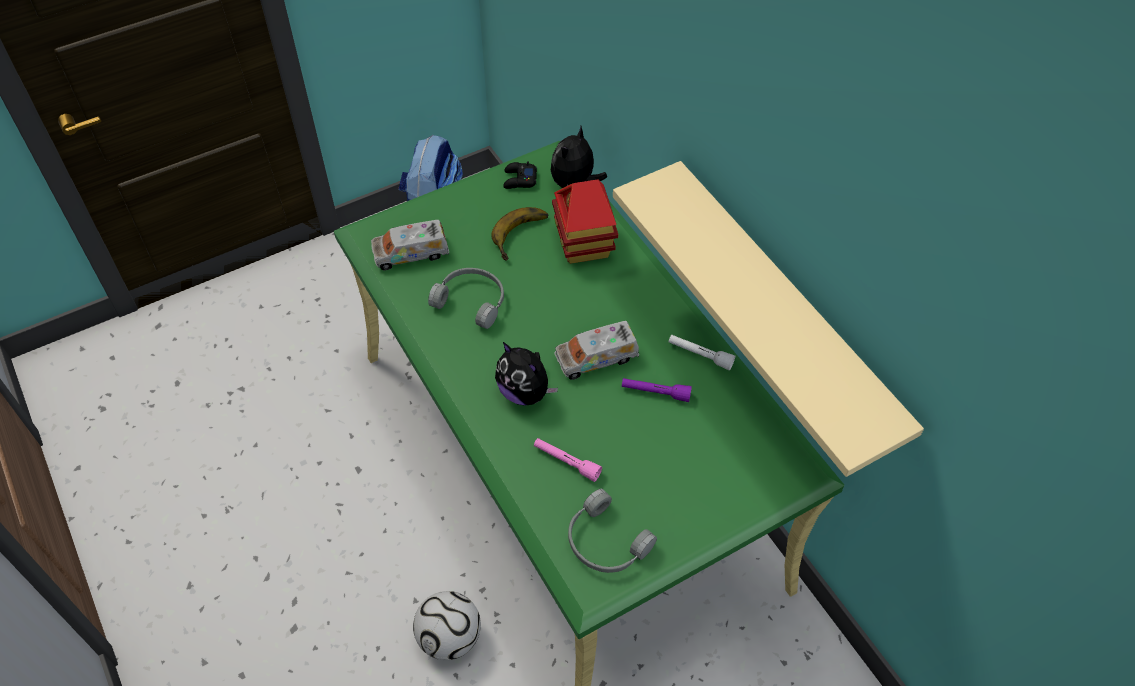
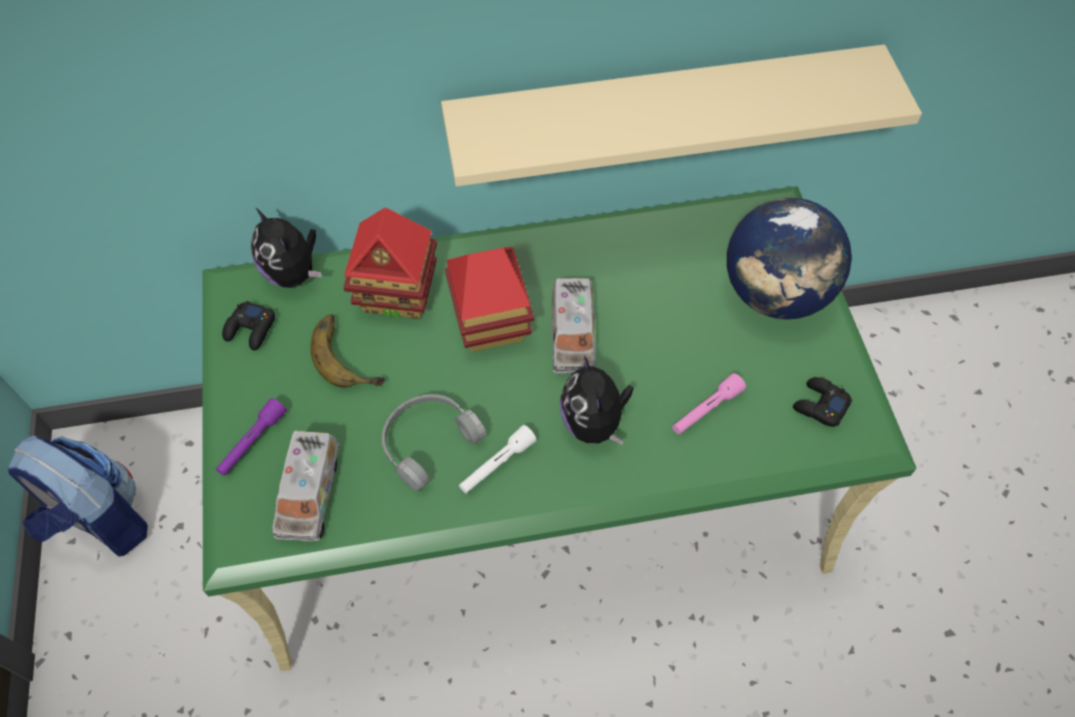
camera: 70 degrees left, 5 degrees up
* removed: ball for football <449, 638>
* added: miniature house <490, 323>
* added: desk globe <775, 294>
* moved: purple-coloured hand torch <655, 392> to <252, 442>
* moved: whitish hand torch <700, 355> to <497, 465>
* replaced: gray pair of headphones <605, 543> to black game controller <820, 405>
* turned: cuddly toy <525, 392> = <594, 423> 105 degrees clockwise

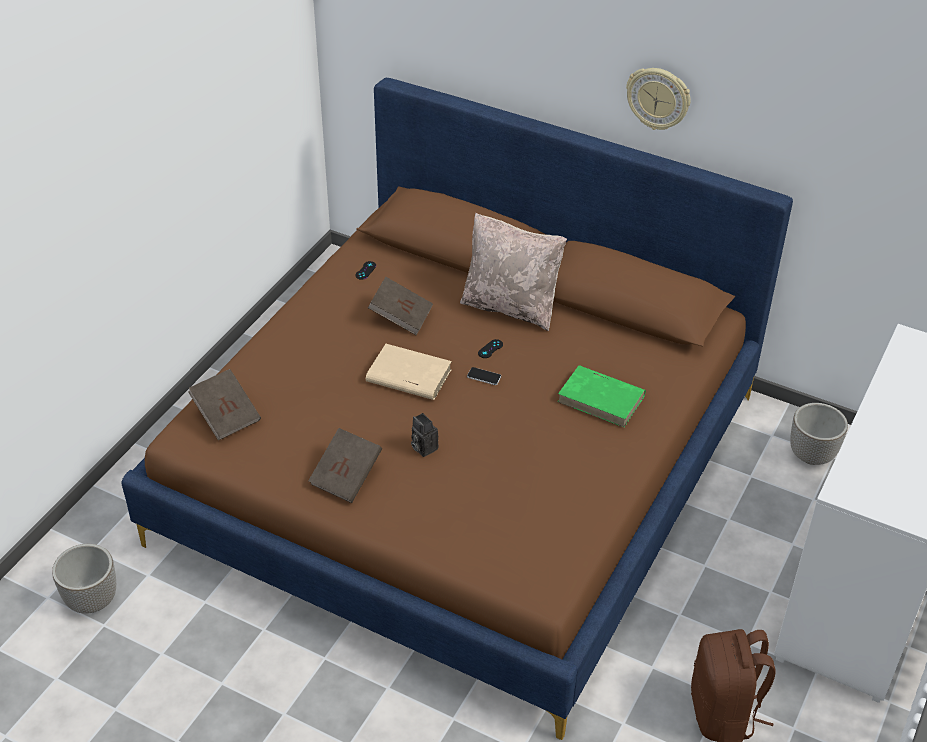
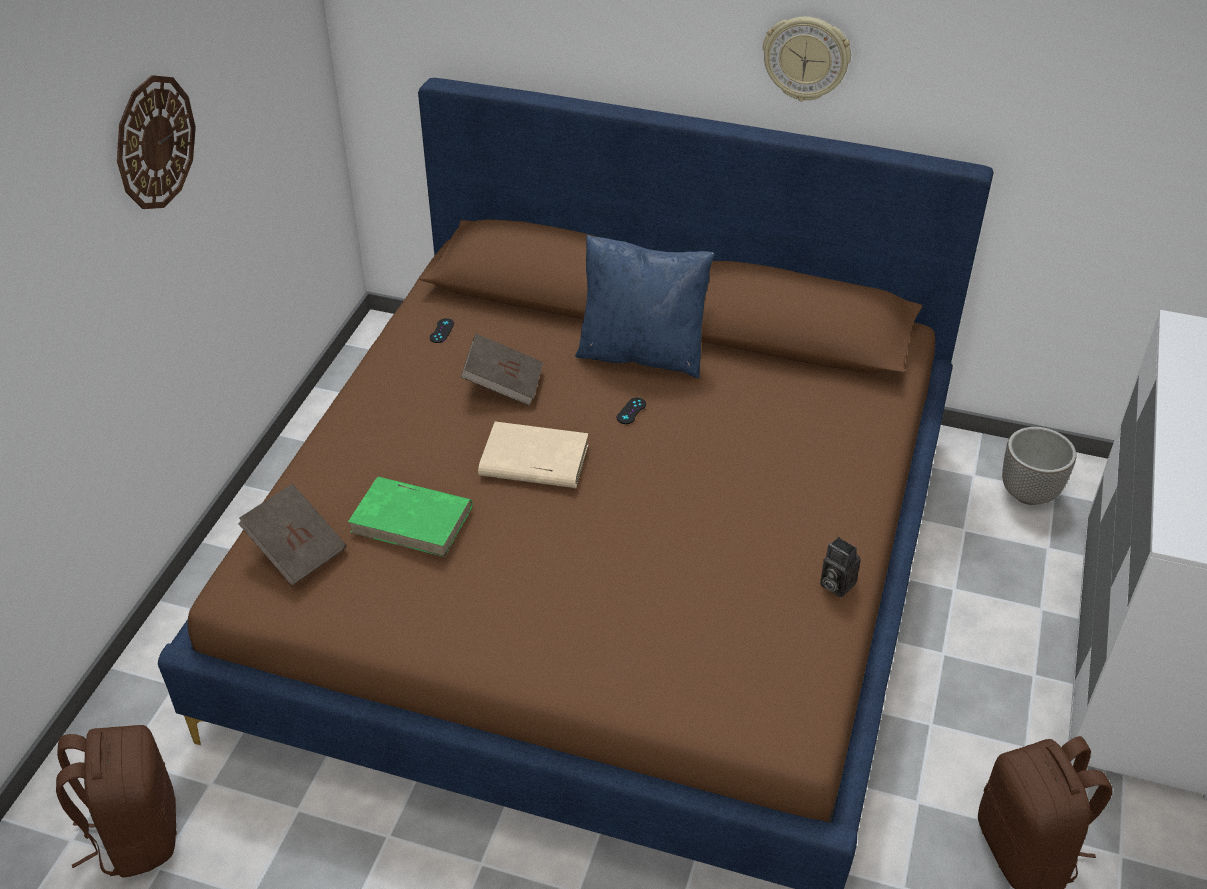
camera: 10 degrees left, 0 degrees up
* removed: brown-coloured bound book <346, 477>
* removed: telephone <484, 376>
* added: hanging clock <155, 142>
* moved: photo camera <423, 447> to <835, 584>
* moved: green-coloured bound book <602, 399> to <413, 520>
* replaced: flower pot <91, 600> to brown-coloured knapsack <136, 833>
* recoloured: sand-coloured throw pillow <511, 306> to blue throw pillow <642, 353>

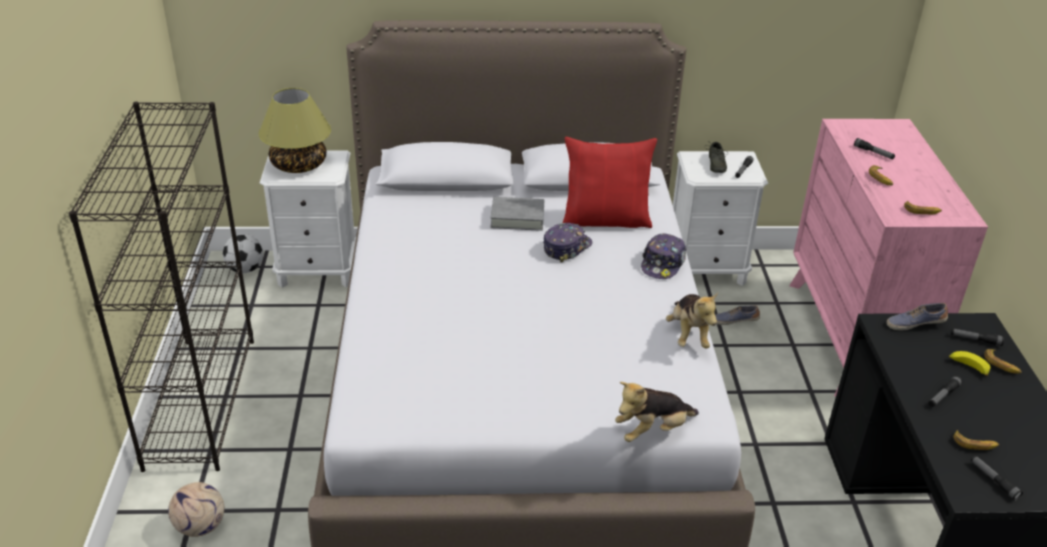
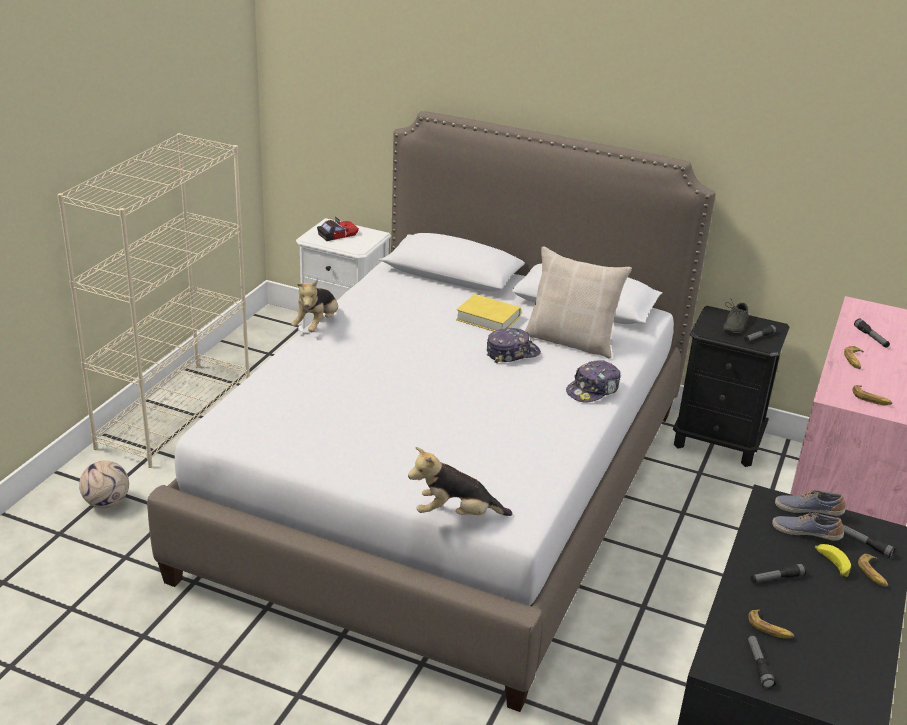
camera: 25 degrees right, 5 degrees down
* removed: ball for football <245, 269>
* moved: cuddly toy <688, 334> to <317, 325>
* moved: item of footwear <735, 321> to <806, 533>
* replaced: table lamp <298, 165> to model car <337, 234>
* recoloured: black bookcase <200, 400> to sand-coloured bookcase <175, 412>
* recoloured: gray bound book <517, 218> to yellow-coloured bound book <488, 318>
* recoloured: red throw pillow <606, 219> to sand-coloured throw pillow <571, 341>
* recoloured: whitish night table <706, 270> to black night table <717, 442>

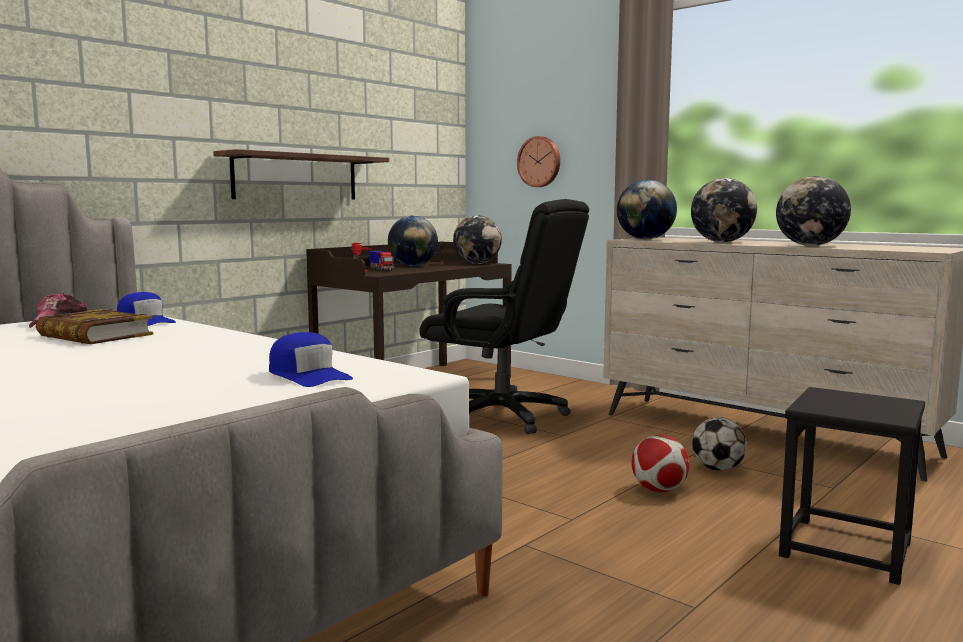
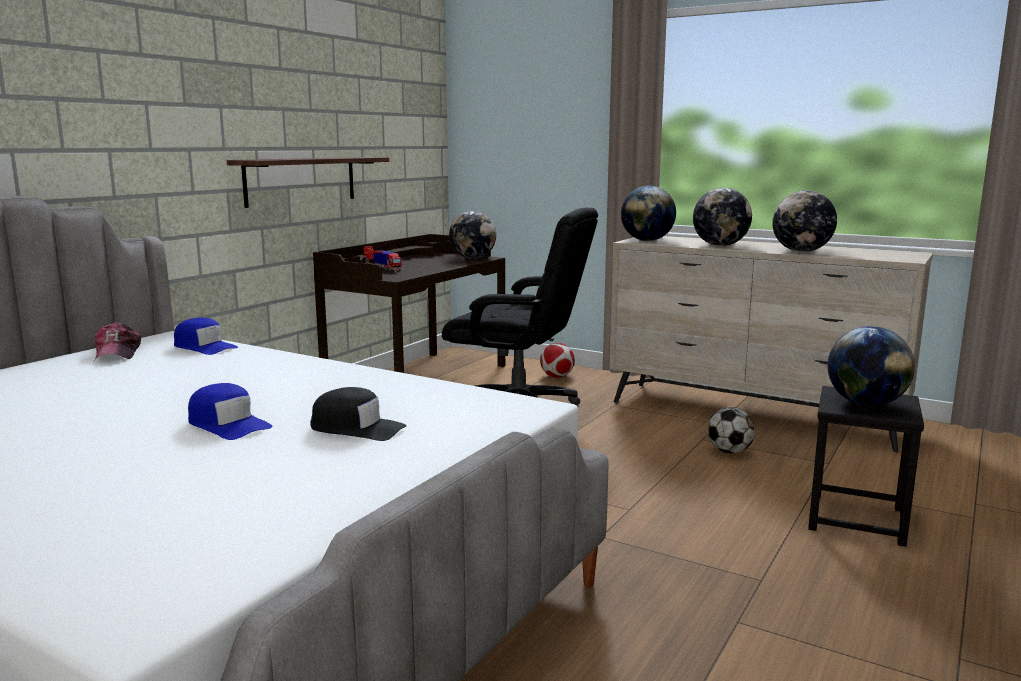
camera: 10 degrees left, 5 degrees up
* removed: bound book <94, 335>
* removed: hanging clock <540, 162>
* added: black baseball cap <357, 428>
* moved: blue baseball cap <308, 375> to <228, 424>
* moved: desk globe <413, 266> to <866, 404>
* moved: ball for football <659, 490> to <557, 376>

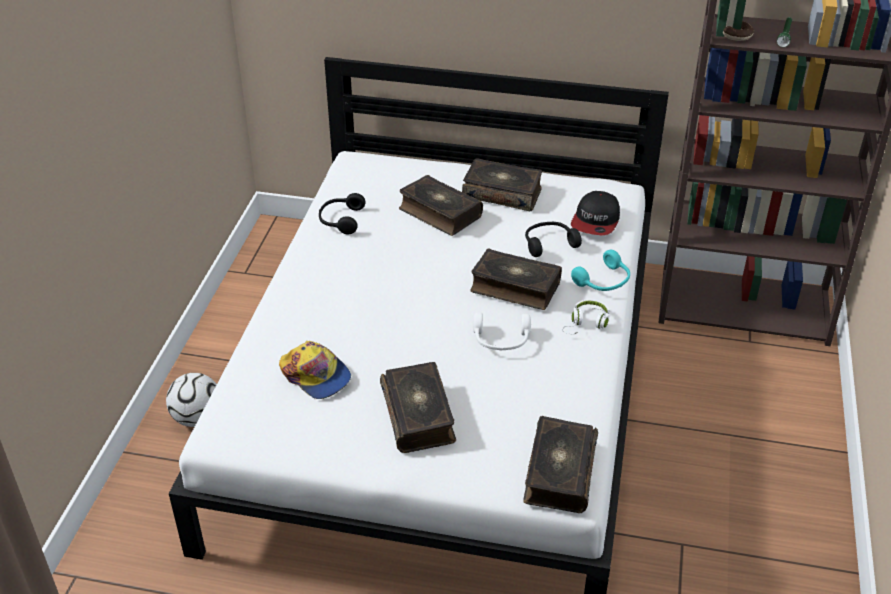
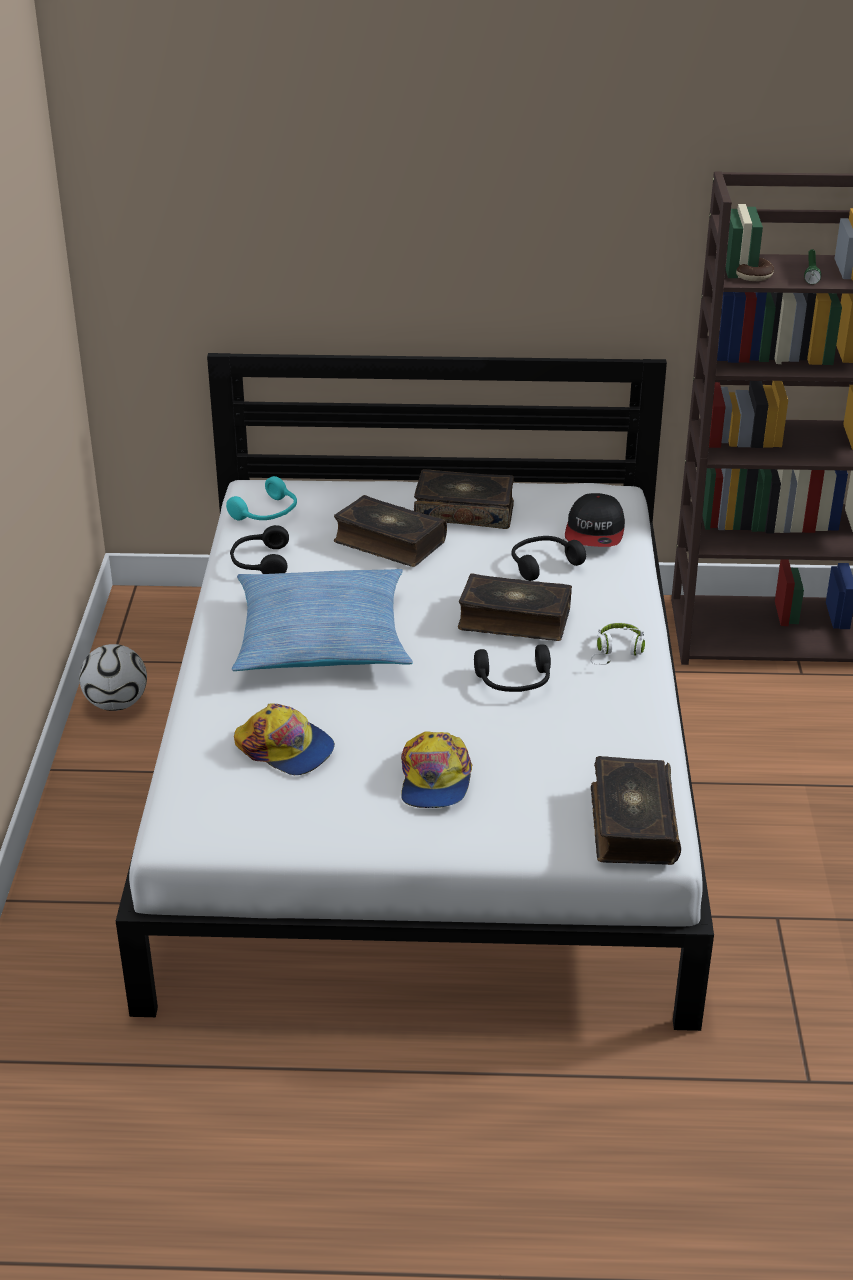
camera: 10 degrees left, 5 degrees down
* added: throw pillow <321, 639>
* moved: ball for football <197, 418> to <117, 704>
* moved: turquoise pair of headphones <604, 282> to <267, 513>
* replaced: bound book <419, 415> to baseball cap <435, 780>
* recoloured: whitish pair of headphones <501, 340> to black pair of headphones <514, 682>

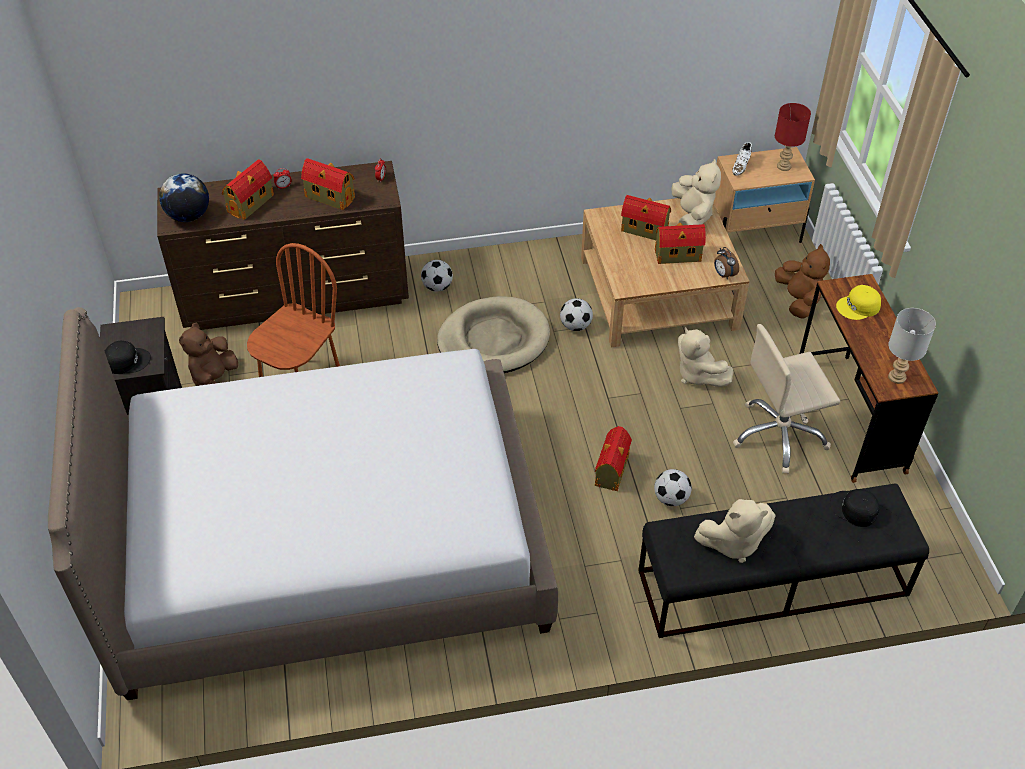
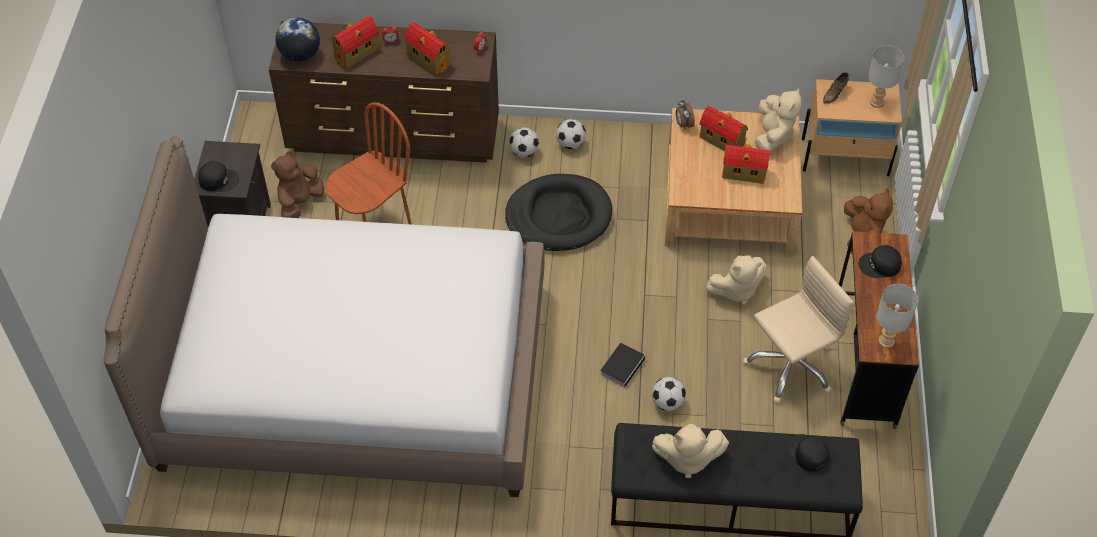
camera: 15 degrees right, 5 degrees up
* moved: ball for football <575, 326> to <570, 144>
* moved: bedside clock <723, 275> to <683, 124>
* replaced: miniature house <611, 471> to bound book <622, 365>
* recoloured: sand-coloured dog cushion <493, 340> to black dog cushion <558, 216>
* recoloured: whitish item of footwear <741, 166> to brown-coloured item of footwear <835, 94>
* recoloured: red table lamp <784, 167> to gray table lamp <876, 103>
* recoloured: yellow-coloured baseball cap <858, 307> to black baseball cap <880, 265>
* turned: sand-coloured cuddly toy <697, 374> = <736, 290> 90 degrees counterclockwise
* turned: sand-coloured office chair <779, 436> = <790, 366> 150 degrees clockwise

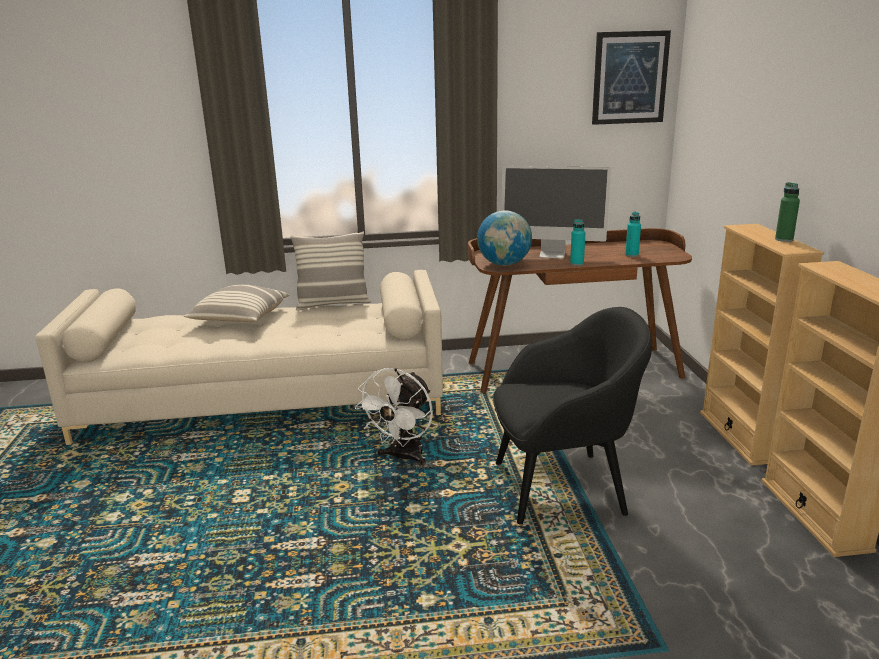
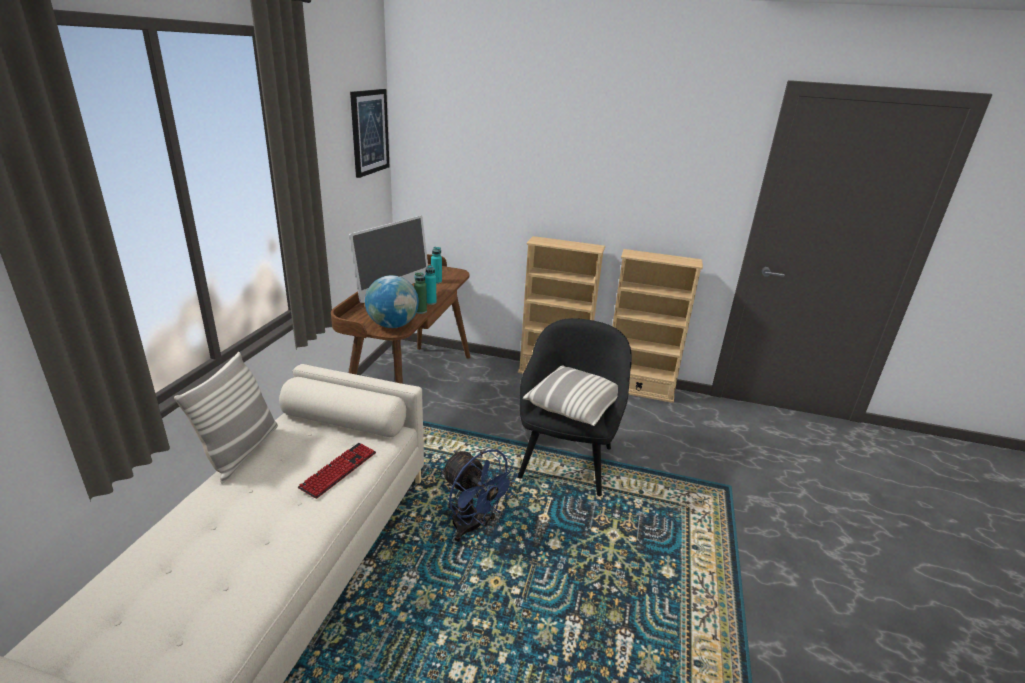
camera: 70 degrees left, 5 degrees up
* added: PC keyboard <339, 470>
* moved: throw pillow <240, 319> to <575, 407>
* moved: green-coloured drink bottle <784, 239> to <420, 311>
* recoloured: whitish electric fan <403, 458> to blue electric fan <473, 527>

